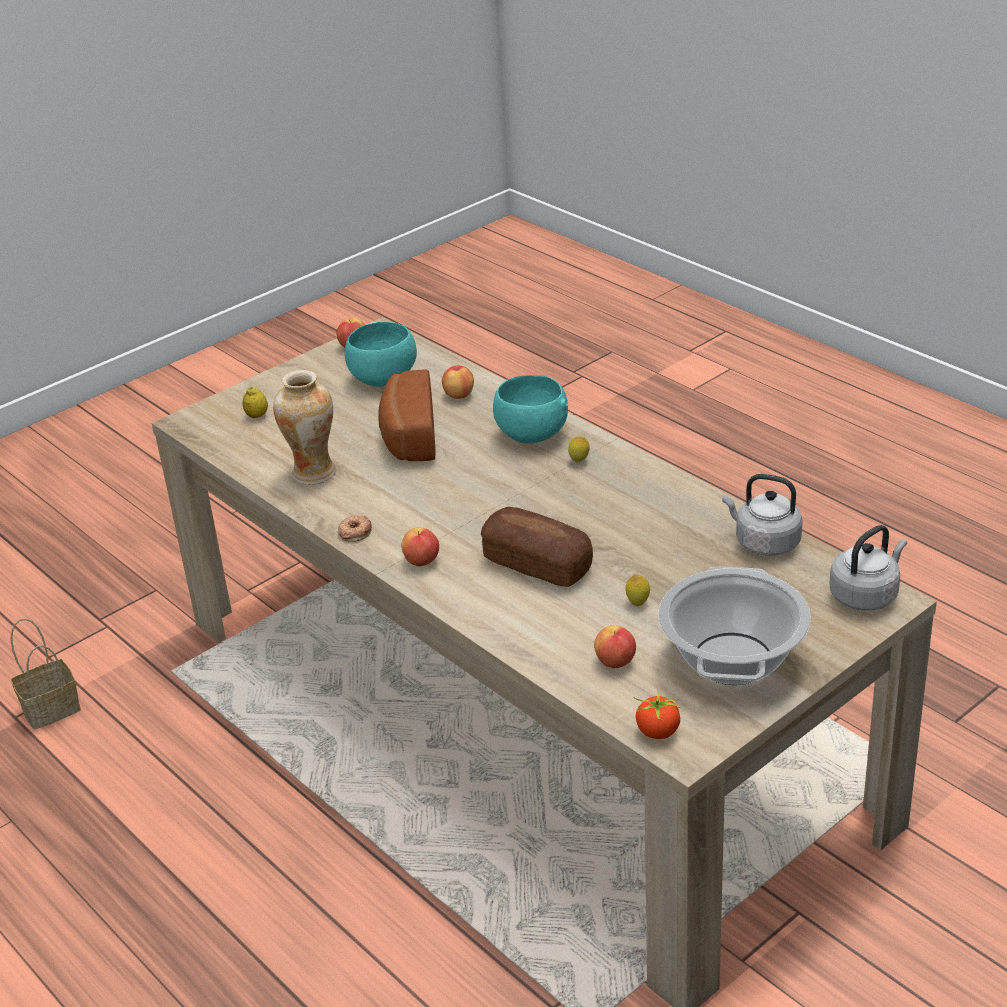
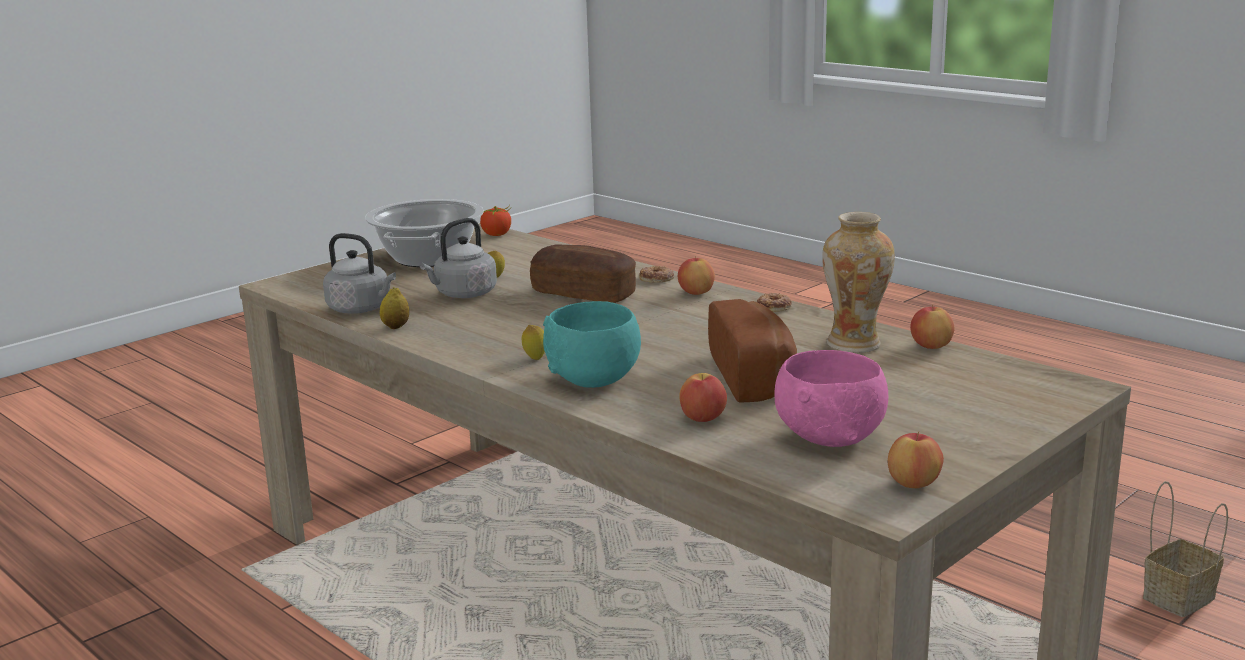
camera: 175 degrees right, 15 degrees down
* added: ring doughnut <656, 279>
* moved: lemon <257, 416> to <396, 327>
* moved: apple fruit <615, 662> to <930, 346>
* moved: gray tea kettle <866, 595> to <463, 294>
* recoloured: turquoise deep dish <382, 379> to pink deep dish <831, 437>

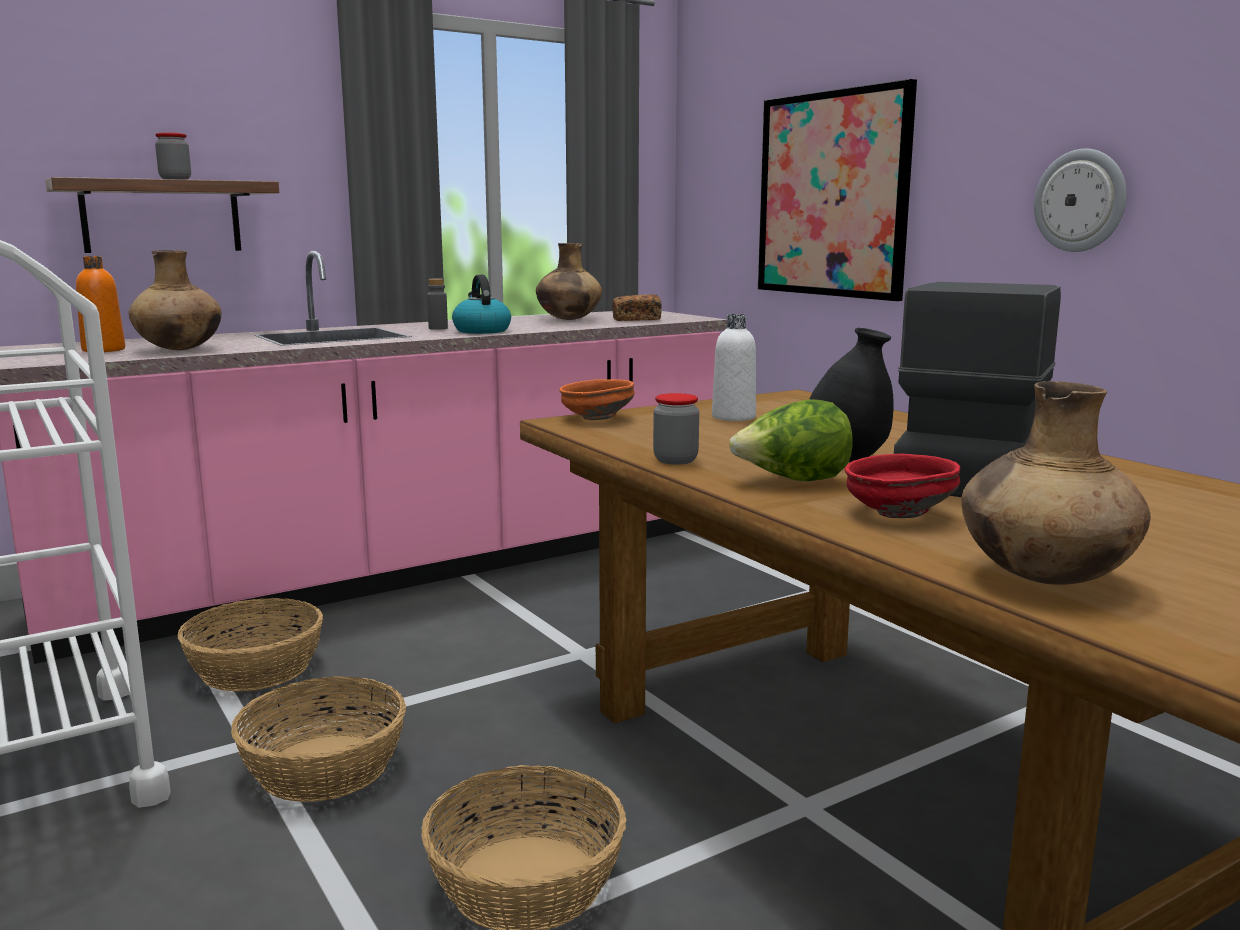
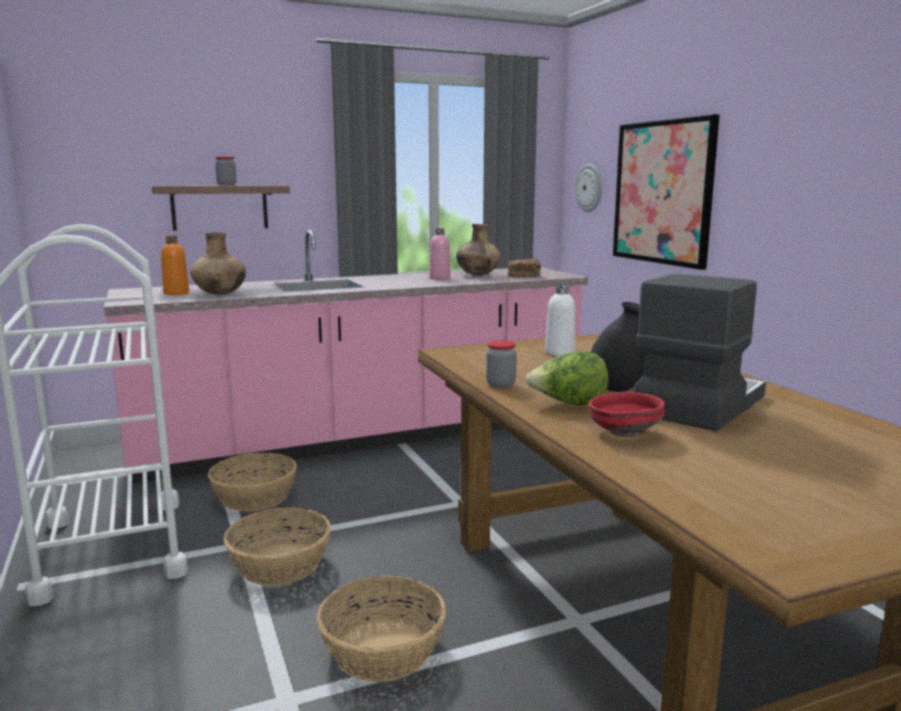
camera: 10 degrees right, 0 degrees up
* removed: gray drink bottle <438, 328>
* removed: tea kettle <481, 331>
* removed: orangey deep dish <595, 418>
* removed: brown-coloured vase <1043, 578>
* added: pink drink bottle <440, 278>
* moved: hanging clock <1080, 201> to <589, 188>

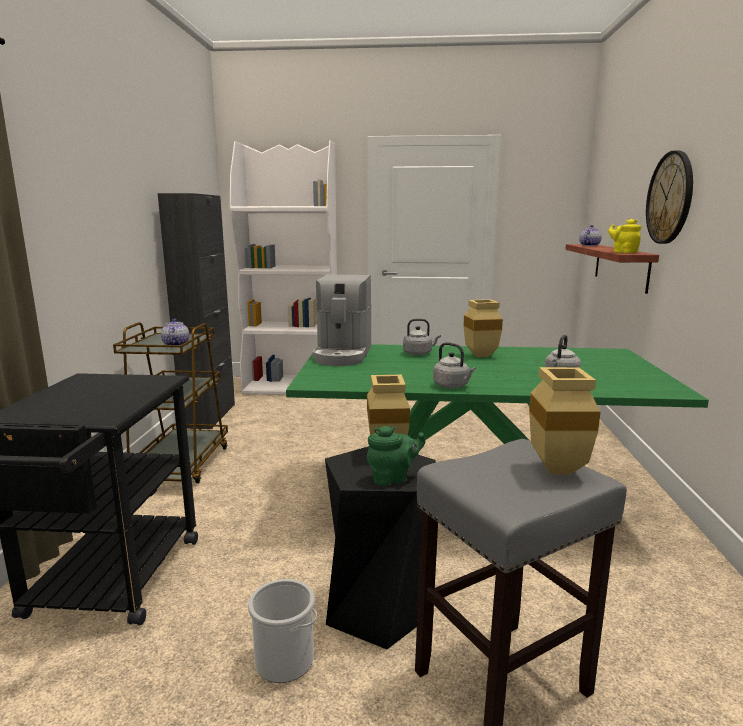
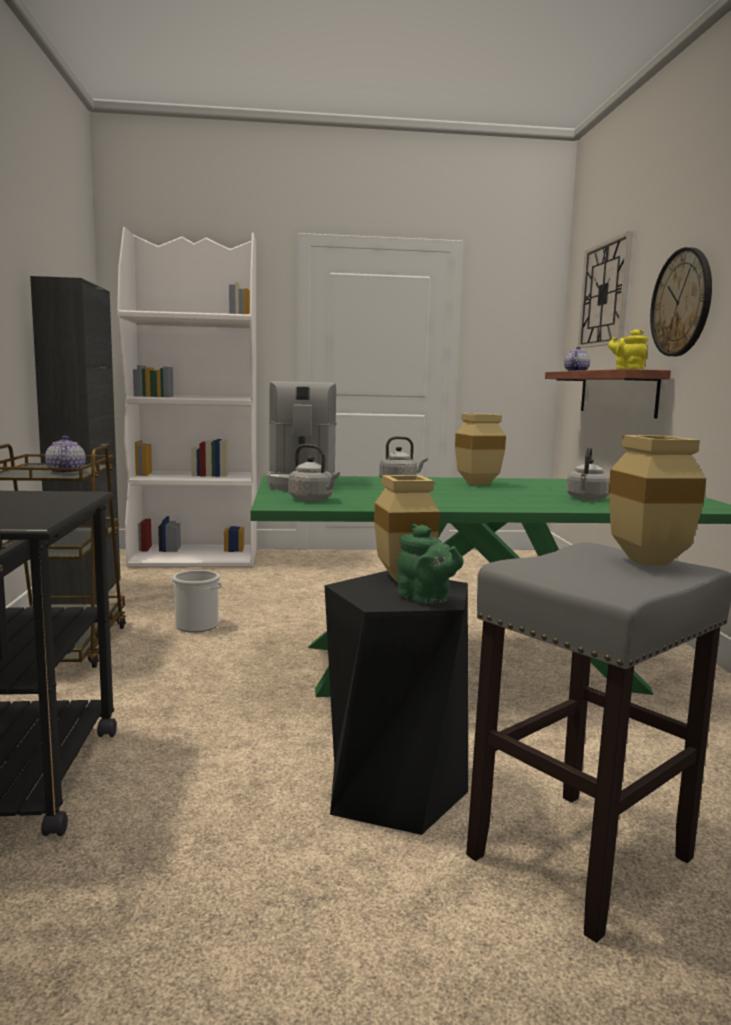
camera: 10 degrees left, 5 degrees down
* added: hanging clock <605, 294>
* moved: bucket <283, 660> to <196, 626>
* moved: gray tea kettle <452, 386> to <313, 499>
* turned: green-coloured pot for tea <393, 478> = <426, 599> 75 degrees clockwise

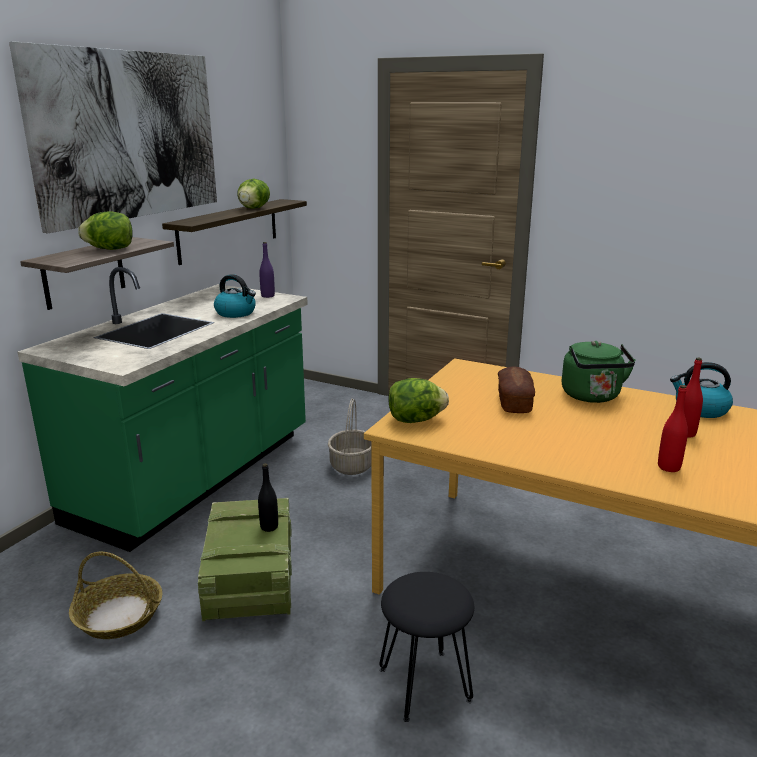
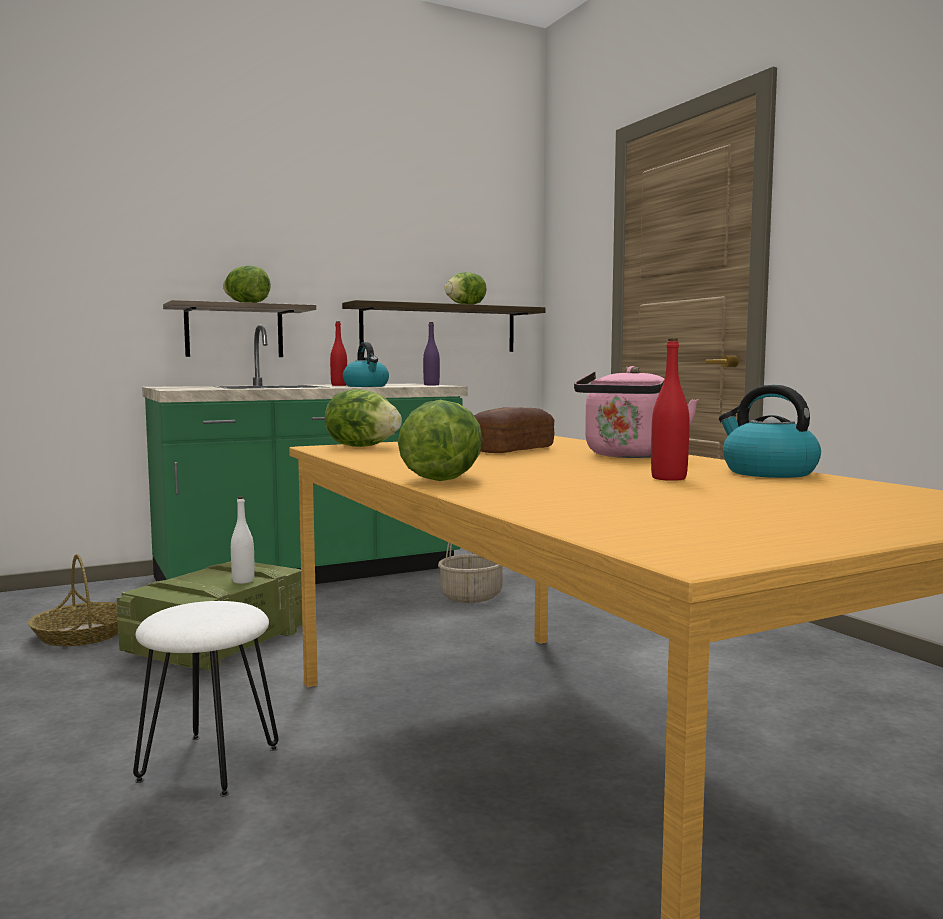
camera: 35 degrees right, 15 degrees down
* removed: picture <128, 136>
* added: lettuce <442, 479>
* moved: red drink bottle <669, 467> to <339, 385>
* recoloured: black drink bottle <269, 527> to whitish drink bottle <243, 581>
* recoloured: black stool <423, 685> to whitish stool <208, 764>
* recoloured: green-coloured tea kettle <592, 397> to pink tea kettle <629, 456>

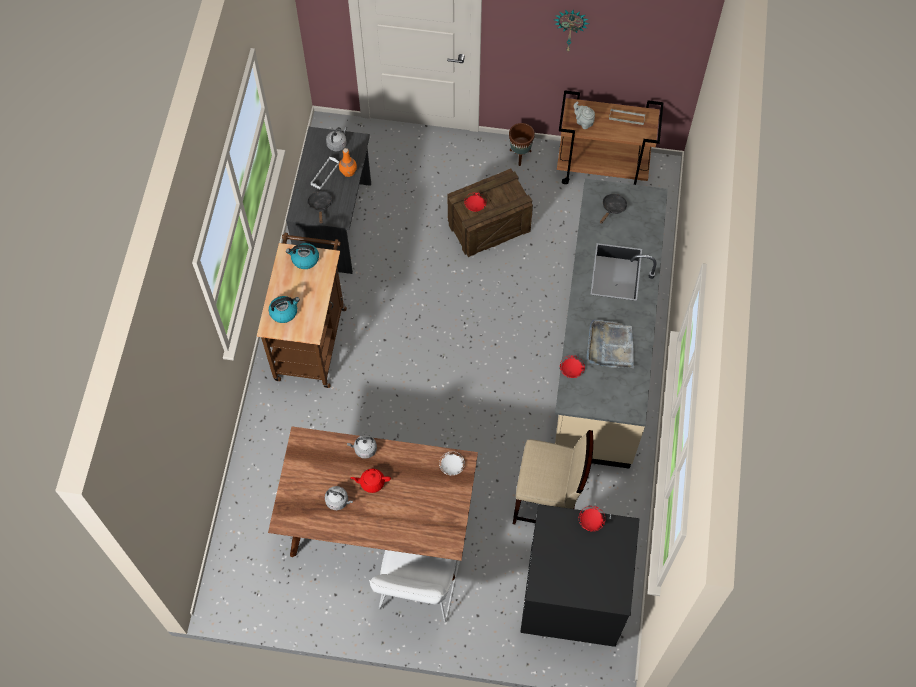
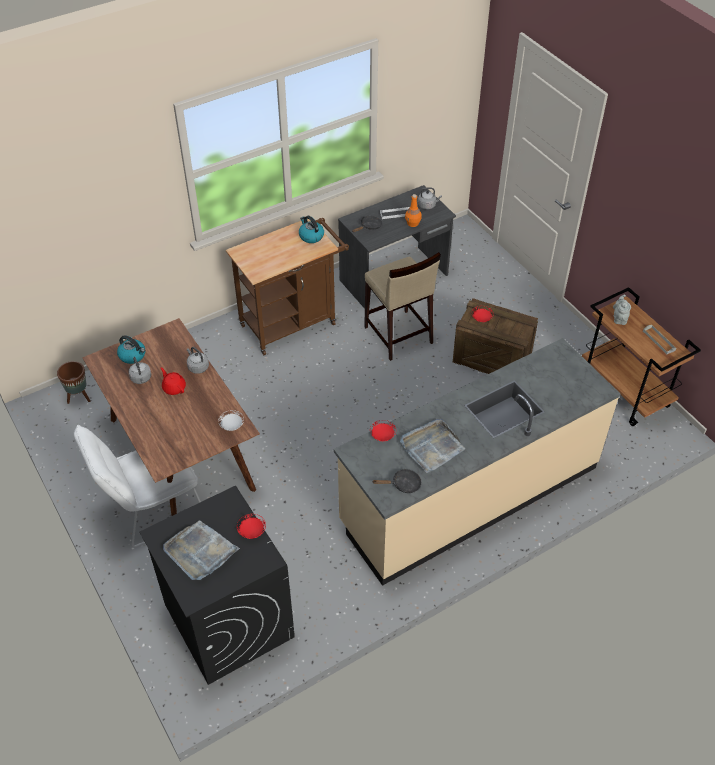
camera: 50 degrees right, 15 degrees down
* removed: hanging clock <570, 29>
* added: gray tray <200, 552>
* moved: tea kettle <284, 312> to <133, 355>
* moved: brown-coloured flower pot <519, 155> to <79, 397>
* moved: sand-coloured stool <548, 504> to <398, 335>
* moved: black skillet <612, 208> to <403, 484>

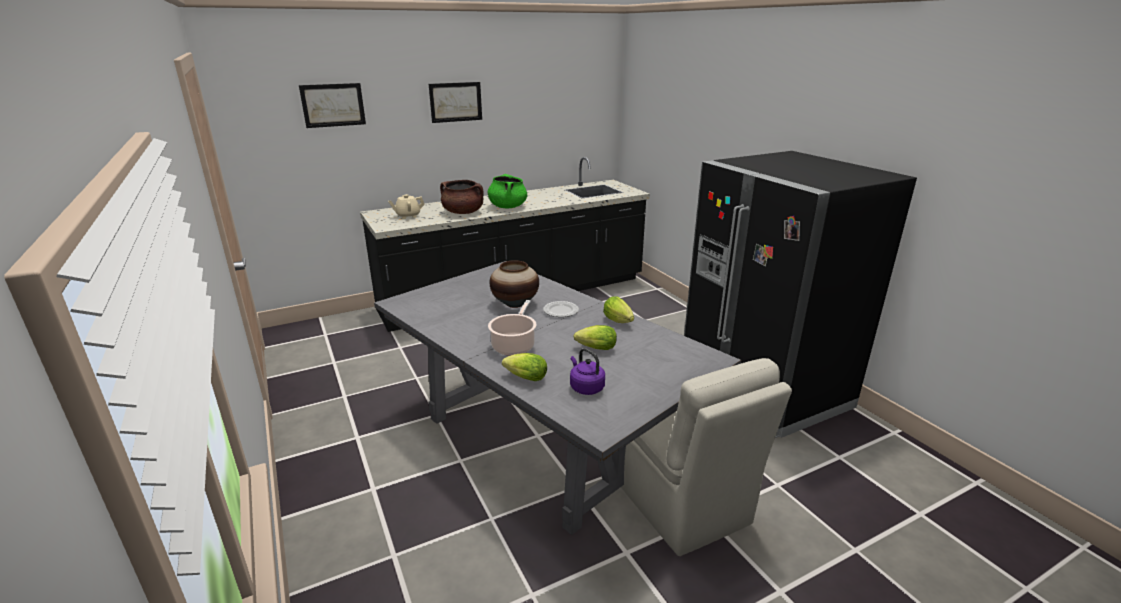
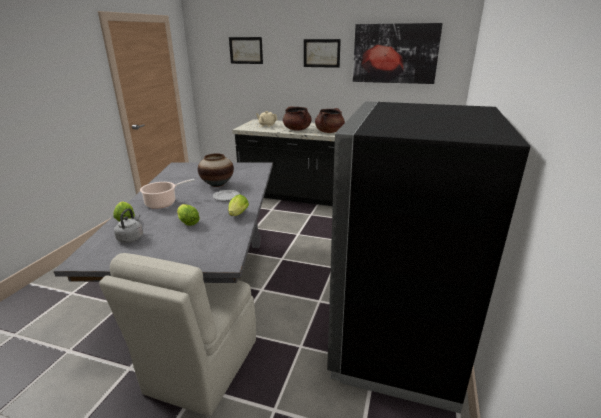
camera: 45 degrees right, 0 degrees up
* added: picture <395, 54>
* recoloured: green-coloured saucepot <507, 207> to brown-coloured saucepot <329, 132>
* recoloured: purple-coloured tea kettle <585, 387> to gray tea kettle <131, 238>

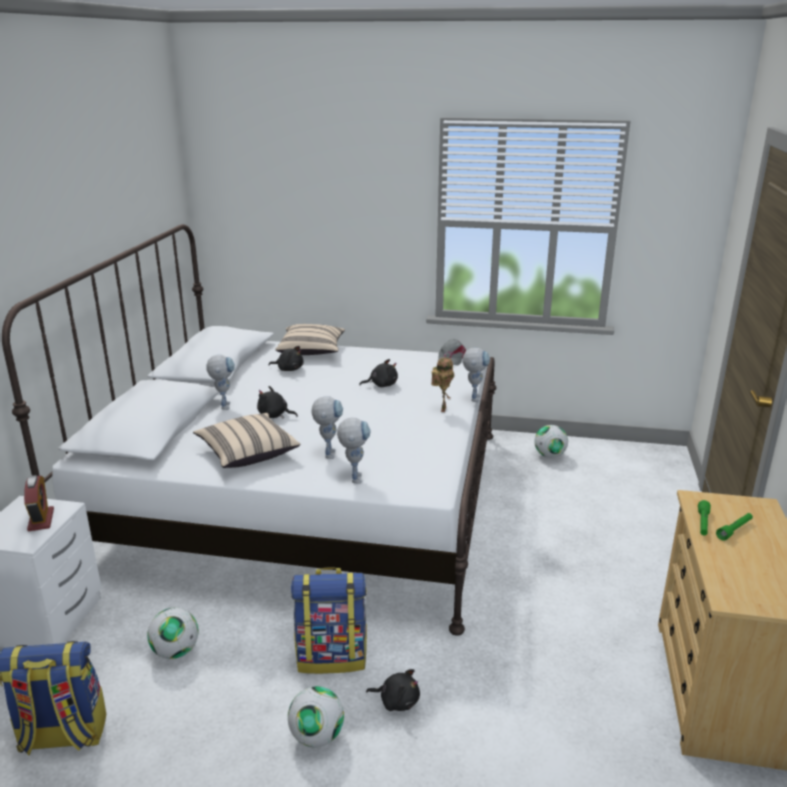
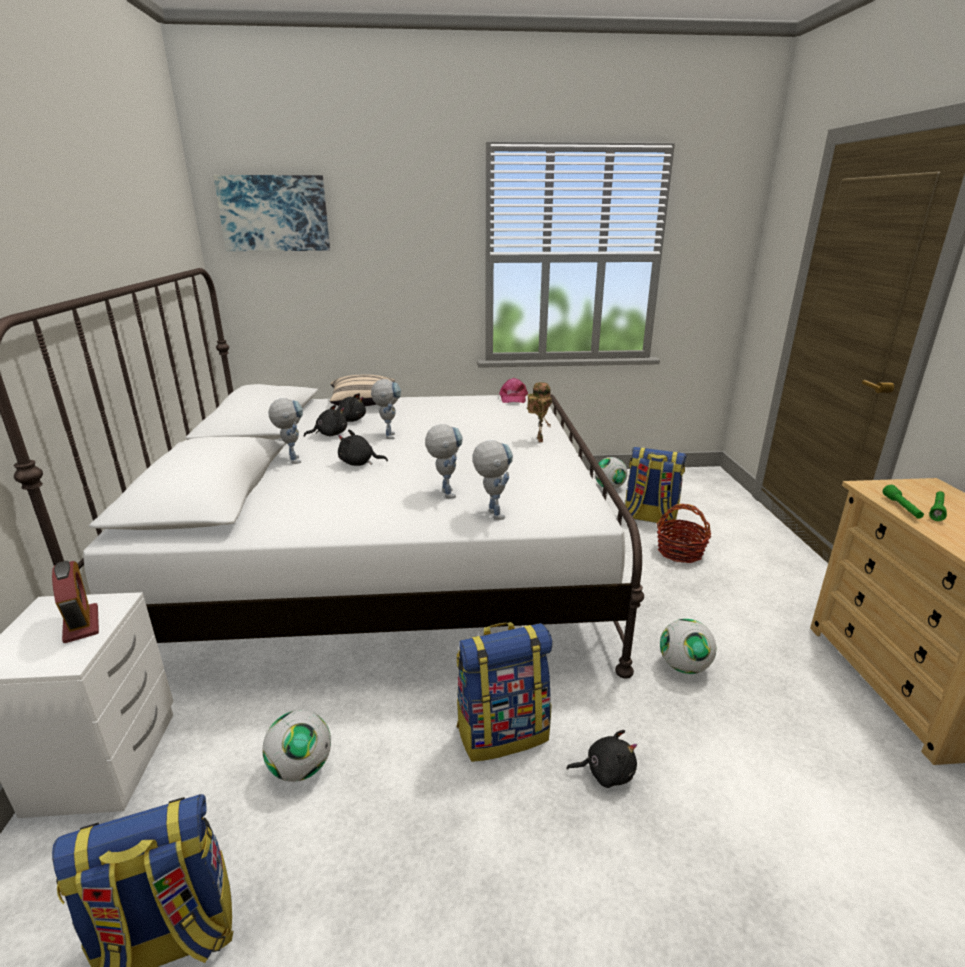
camera: 15 degrees left, 0 degrees up
* removed: sand-coloured throw pillow <247, 453>
* added: picture <274, 213>
* added: knapsack <649, 518>
* added: household basket <680, 552>
* moved: ball for football <317, 736> to <683, 666>
* moved: black cuddly toy <381, 385> to <329, 434>
* moved: robot figure <474, 397> to <388, 435>
* recoloured: gray baseball cap <451, 358> to pink baseball cap <513, 398>

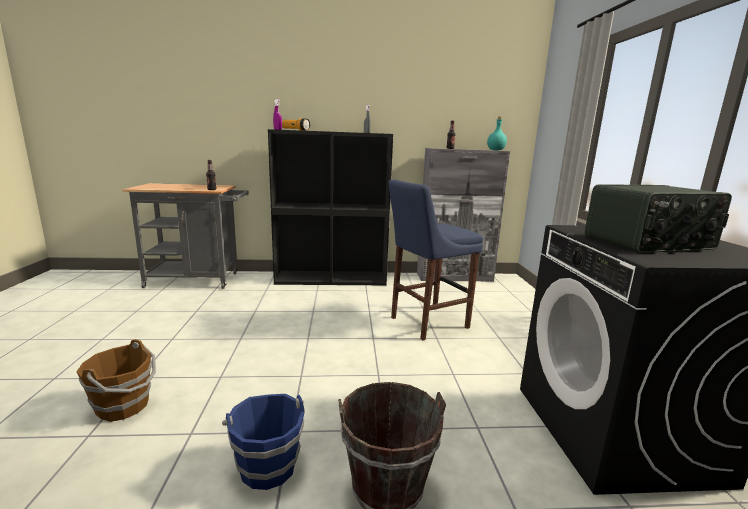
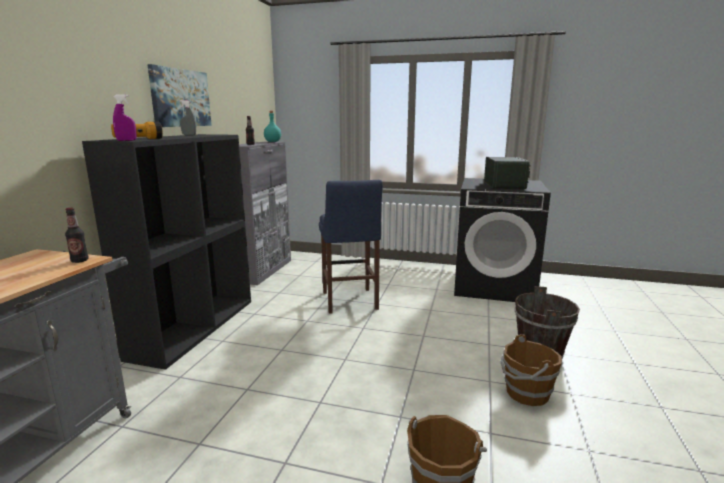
camera: 70 degrees left, 0 degrees up
* added: picture <180, 98>
* recoloured: blue bucket <267, 465> to brown-coloured bucket <526, 393>

